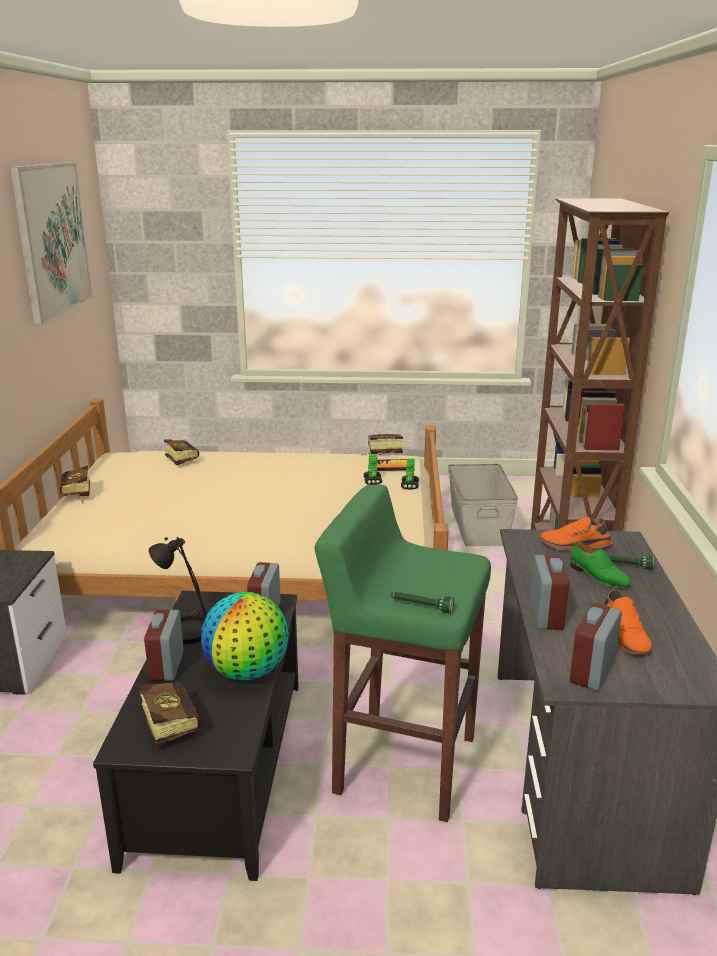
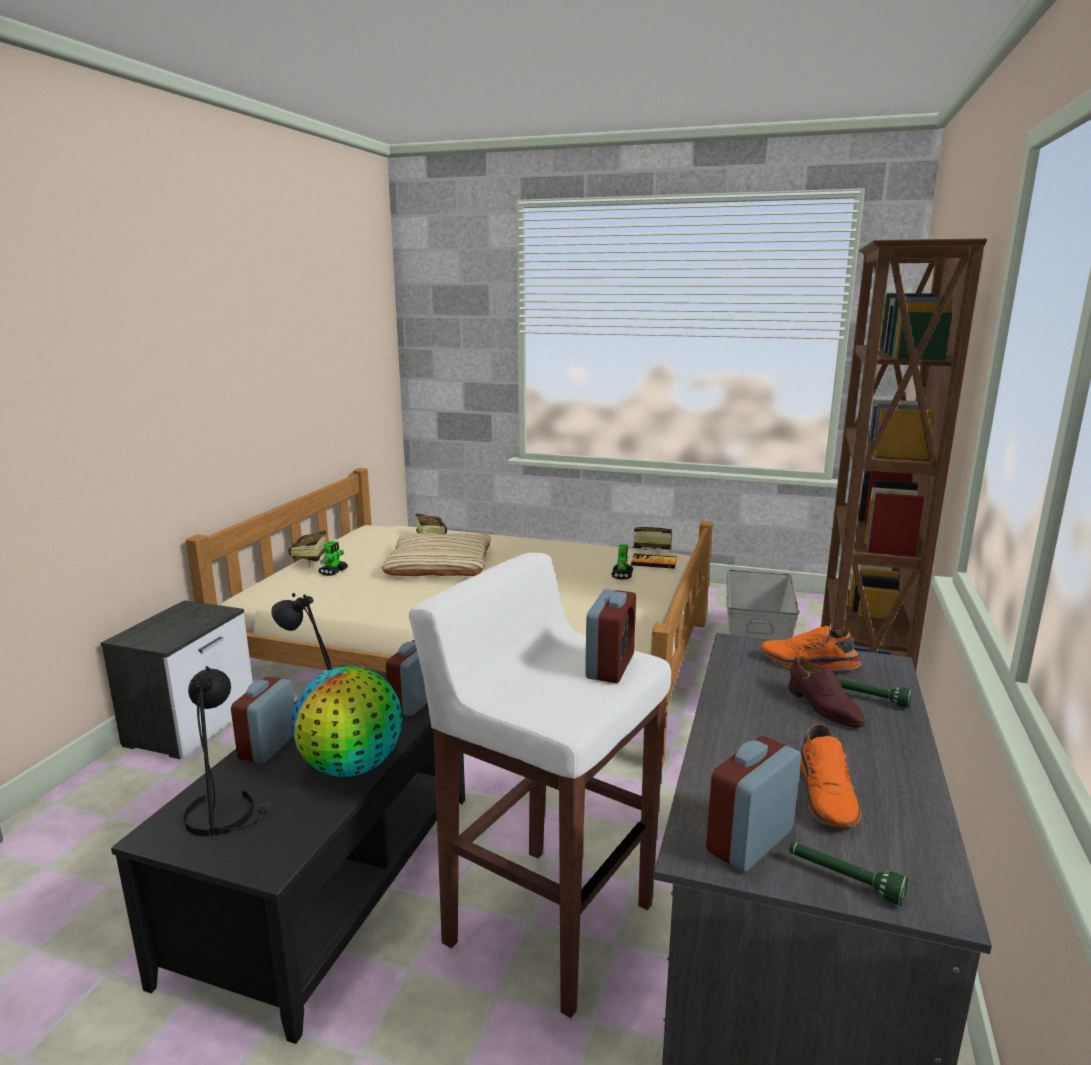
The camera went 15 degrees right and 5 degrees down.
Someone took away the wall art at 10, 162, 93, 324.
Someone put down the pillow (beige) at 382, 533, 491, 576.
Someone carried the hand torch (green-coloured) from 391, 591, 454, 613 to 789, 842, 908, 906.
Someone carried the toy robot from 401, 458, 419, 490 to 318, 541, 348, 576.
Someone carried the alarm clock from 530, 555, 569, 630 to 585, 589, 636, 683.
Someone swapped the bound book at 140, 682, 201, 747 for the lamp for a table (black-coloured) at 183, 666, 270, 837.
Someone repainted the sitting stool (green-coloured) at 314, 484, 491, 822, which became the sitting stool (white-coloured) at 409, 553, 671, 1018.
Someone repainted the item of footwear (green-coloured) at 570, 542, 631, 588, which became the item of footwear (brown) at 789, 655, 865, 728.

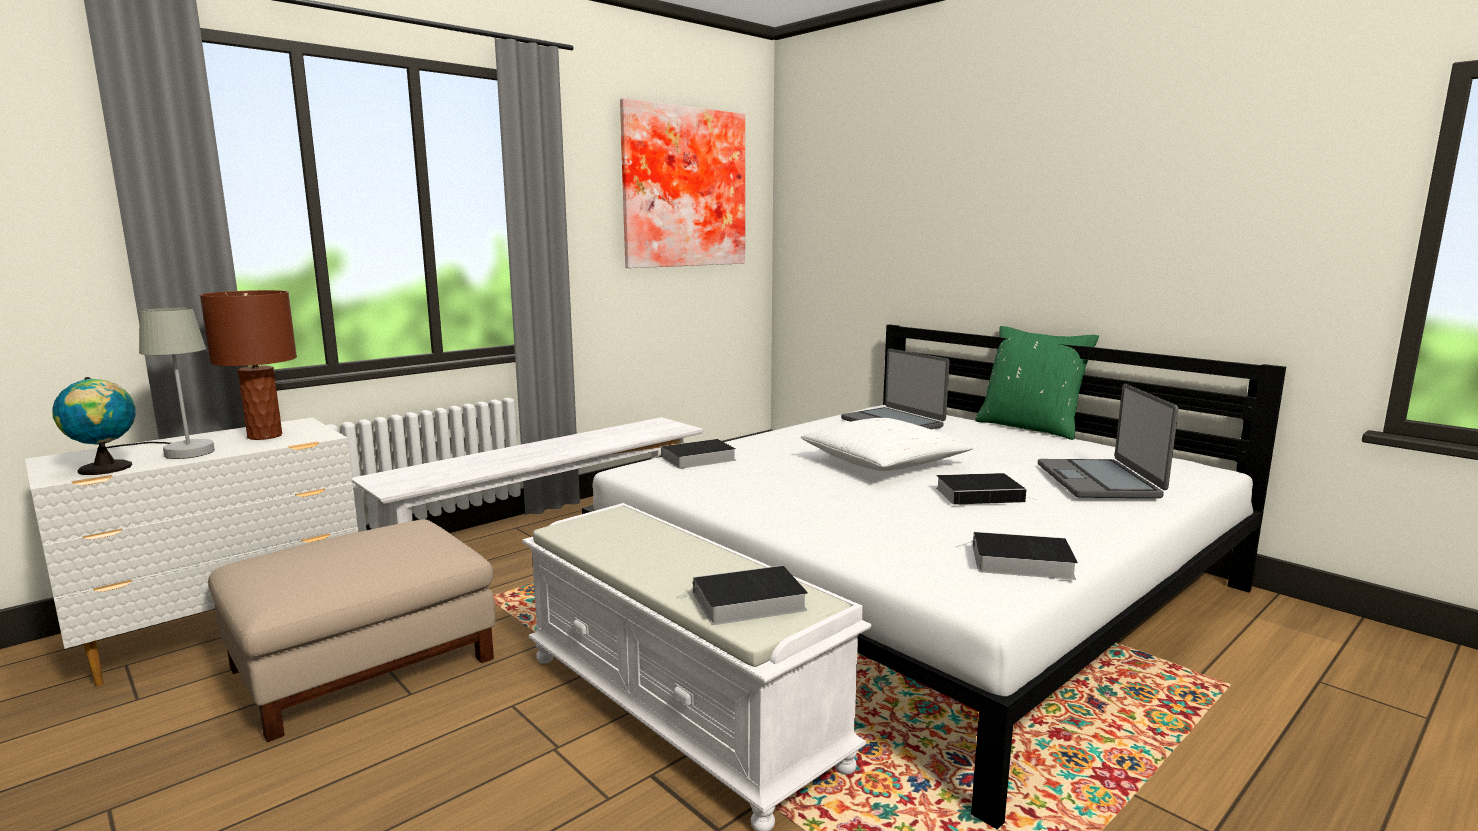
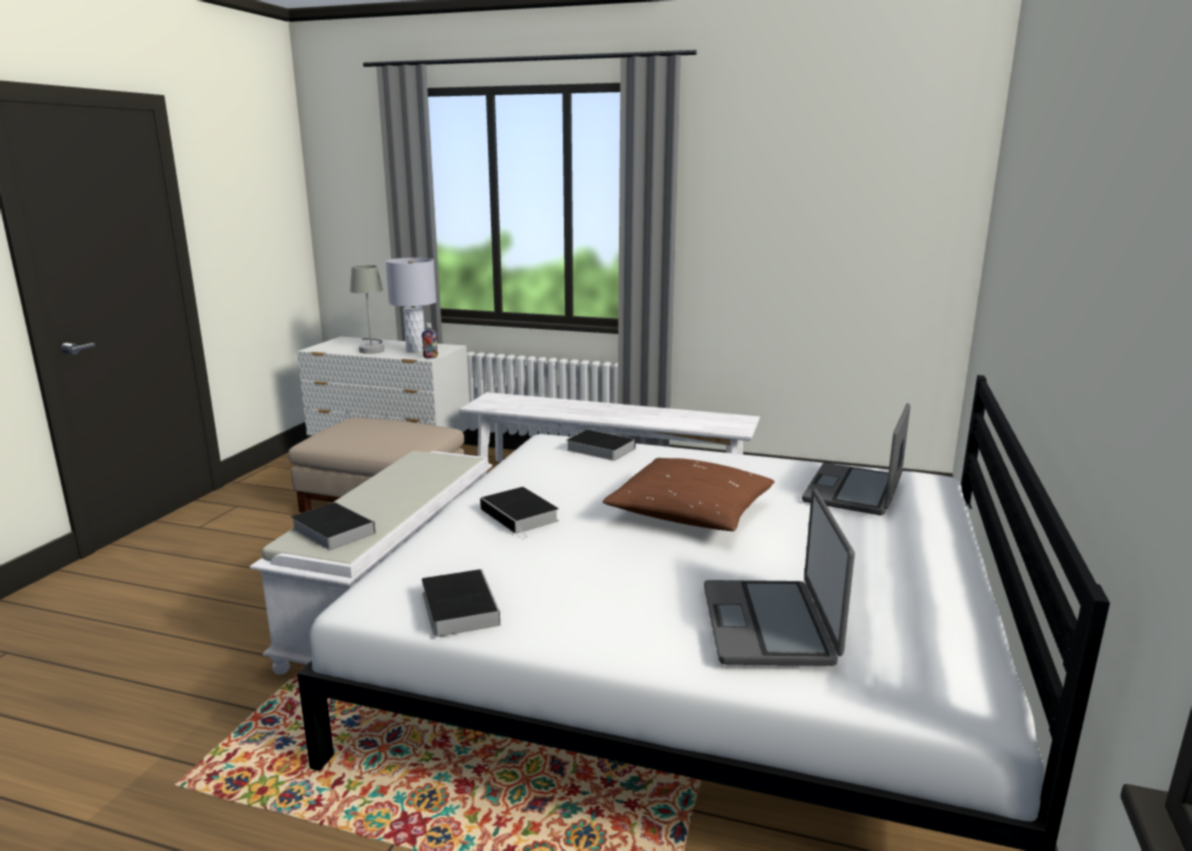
The camera went 60 degrees right and 5 degrees up.
Someone took away the world globe at 52, 377, 136, 475.
Someone took away the wall art at 620, 98, 745, 268.
Someone took away the pillow (green-coloured) at 975, 326, 1099, 440.
Someone put down the bottle at 422, 323, 438, 358.
Someone carried the bound book from 936, 473, 1035, 505 to 480, 487, 559, 538.
Someone repainted the lamp for a table (brown) at 200, 290, 297, 440, which became the lamp for a table (greyish) at 385, 258, 436, 353.
Someone repainted the pillow (white-coloured) at 801, 418, 974, 471, which became the pillow (brown) at 603, 458, 775, 531.
Someone rotated the notebook computer at 1038, 384, 1179, 498 by 60 degrees counterclockwise.

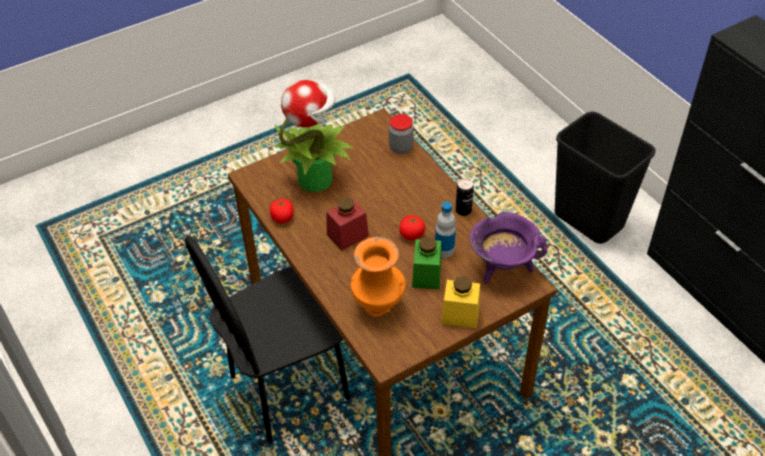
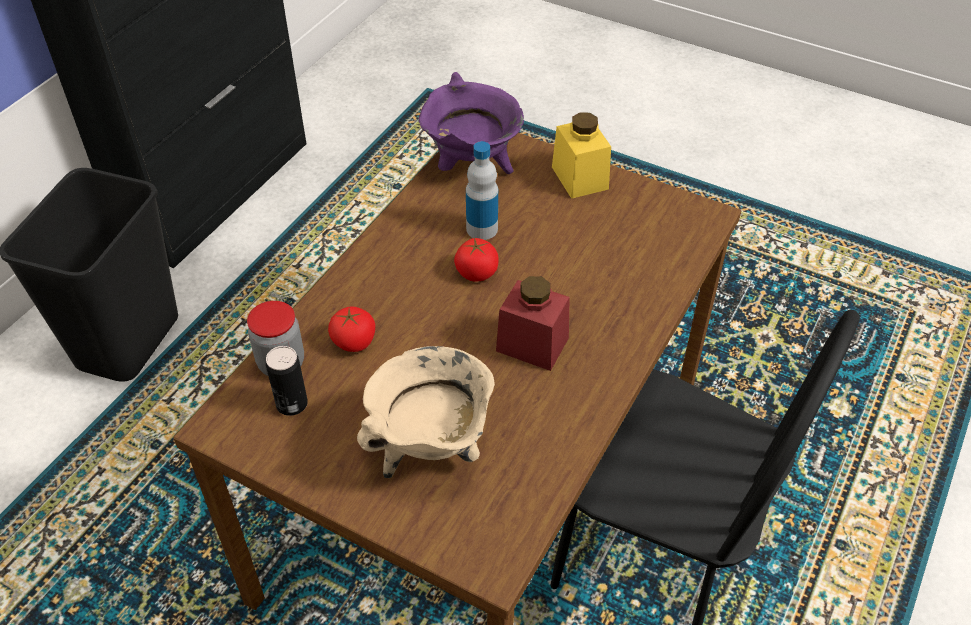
The camera went 120 degrees left and 0 degrees up.
Someone took away the decorative vase (orange-coloured) at 350, 237, 406, 317.
Someone took away the storage jar (green-coloured) at 412, 237, 441, 289.
Someone carried the whole tomato from 270, 199, 294, 223 to 328, 306, 376, 352.
Someone carried the sealed can from 455, 178, 474, 216 to 266, 346, 308, 416.
Someone swapped the plant in a pot at 274, 80, 354, 192 for the stockpot (beige) at 357, 346, 495, 478.

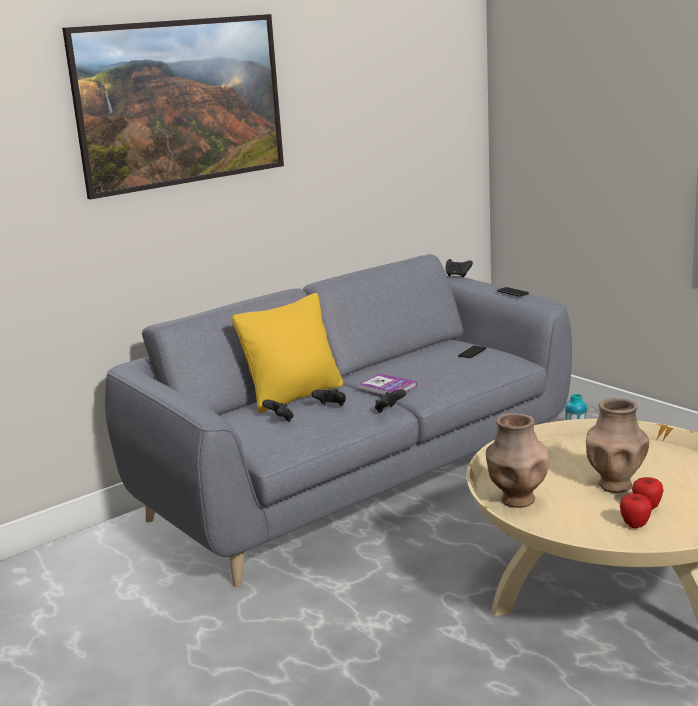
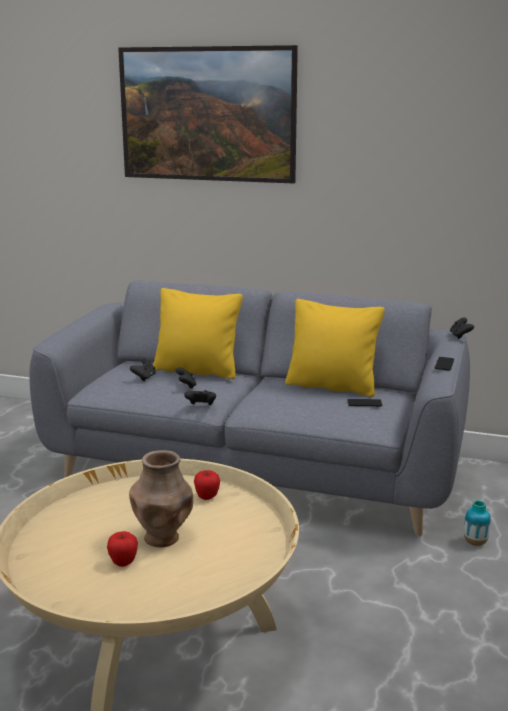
The camera went 55 degrees right and 0 degrees up.
Someone took away the bound book at 359, 374, 417, 395.
Someone took away the decorative vase (brown) at 486, 413, 549, 508.
Someone put down the pillow (yellow) at 285, 299, 384, 397.
Someone carried the apple fruit from 620, 493, 652, 528 to 194, 470, 220, 500.

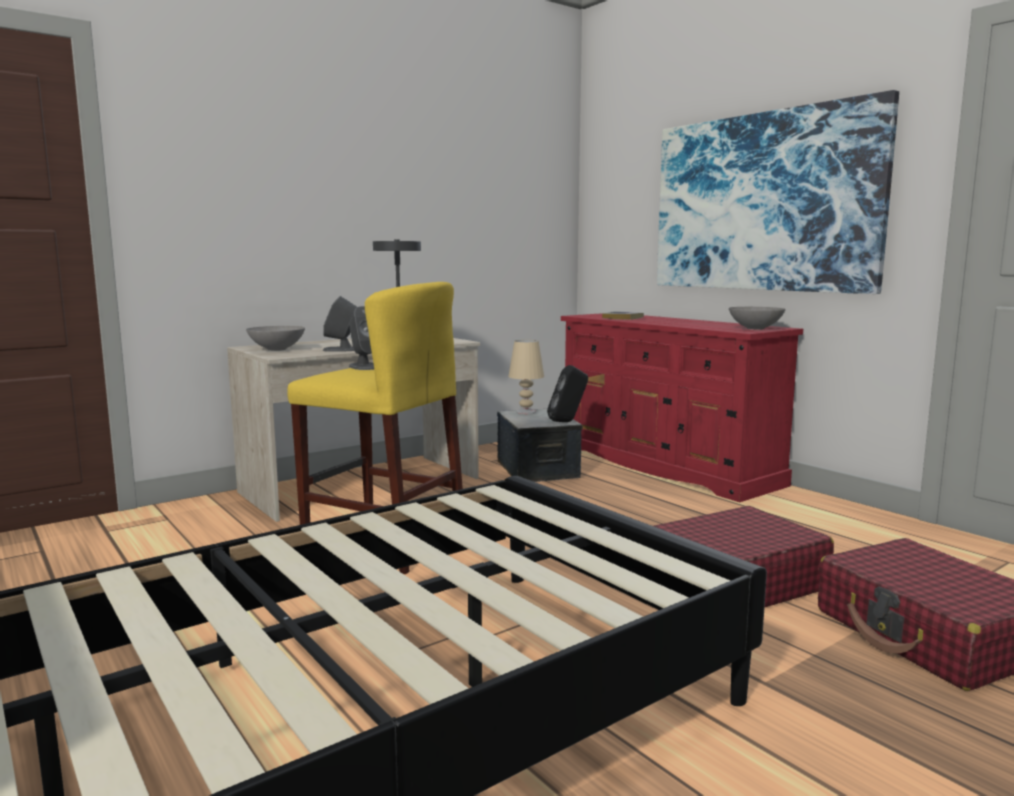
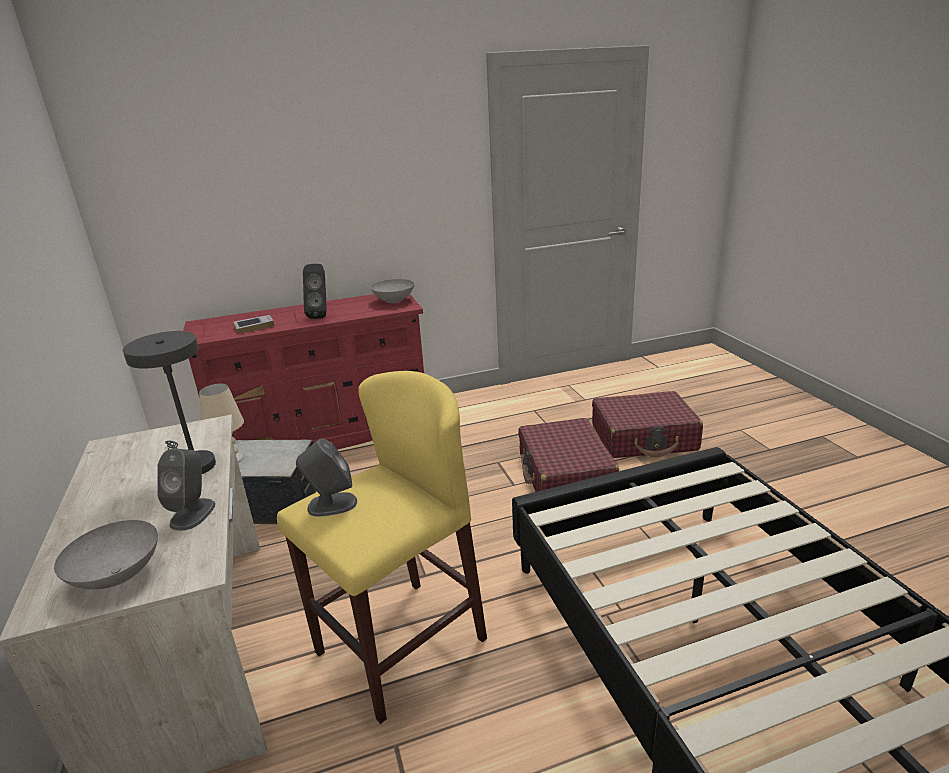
The camera went 70 degrees left and 15 degrees up.
Someone took away the wall art at 657, 90, 899, 294.
Someone carried the audio speaker (black-coloured) from 547, 365, 588, 422 to 303, 264, 327, 319.

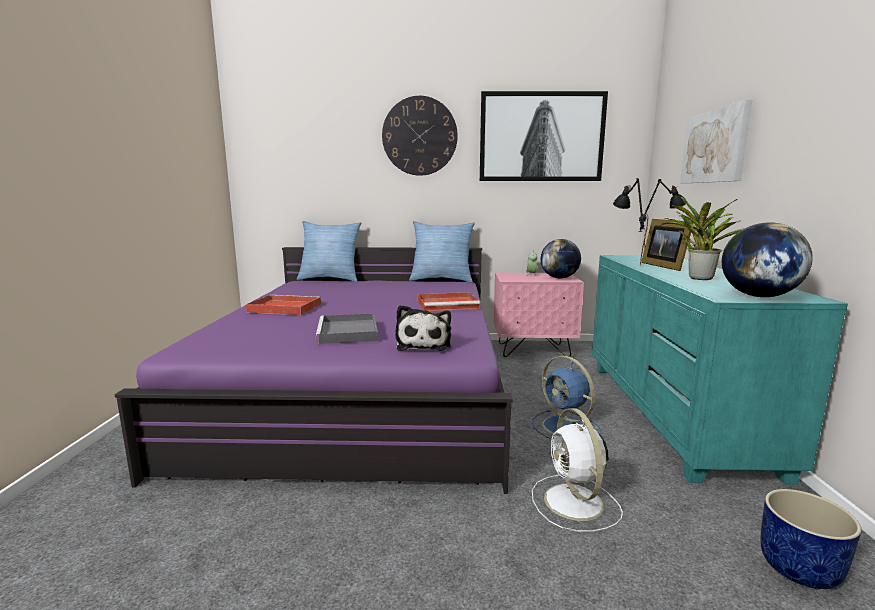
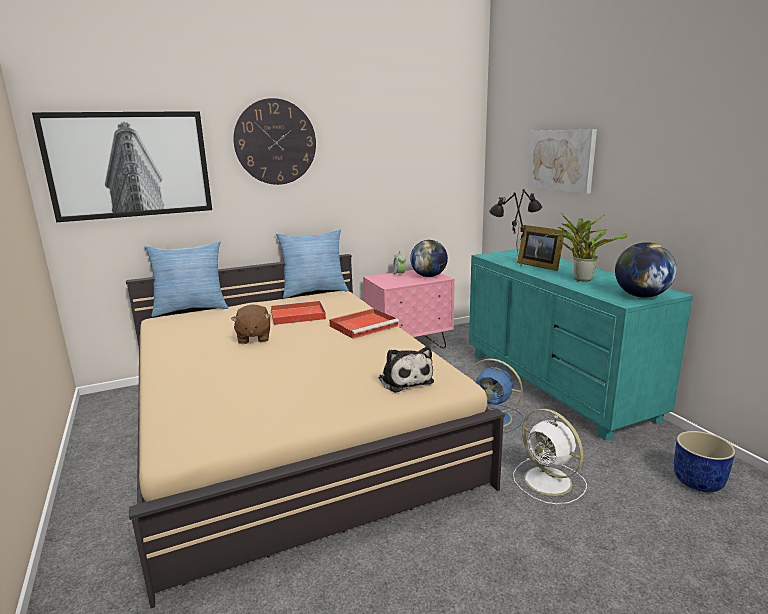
The camera went 25 degrees left and 5 degrees up.
Someone took away the tray (greyish) at 315, 313, 378, 344.
Someone put down the soft toy (brown) at 231, 304, 270, 344.
Someone carried the tray (red-coloured) from 246, 295, 321, 315 to 271, 301, 326, 325.
Someone carried the wall art from 480, 91, 608, 181 to 32, 111, 212, 222.
Someone repainted the sleeping bed (purplish) at 114, 247, 513, 494, which became the sleeping bed (beige) at 126, 254, 505, 608.

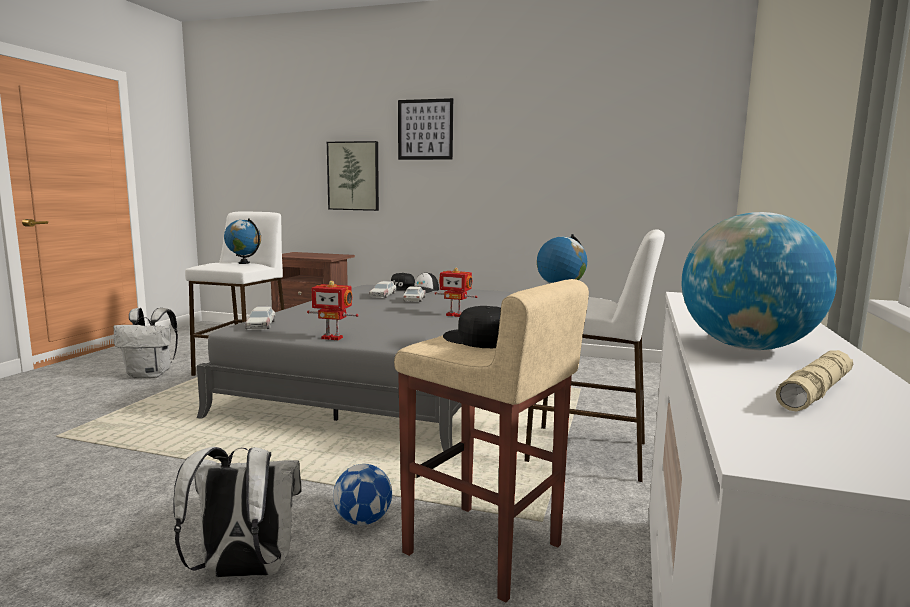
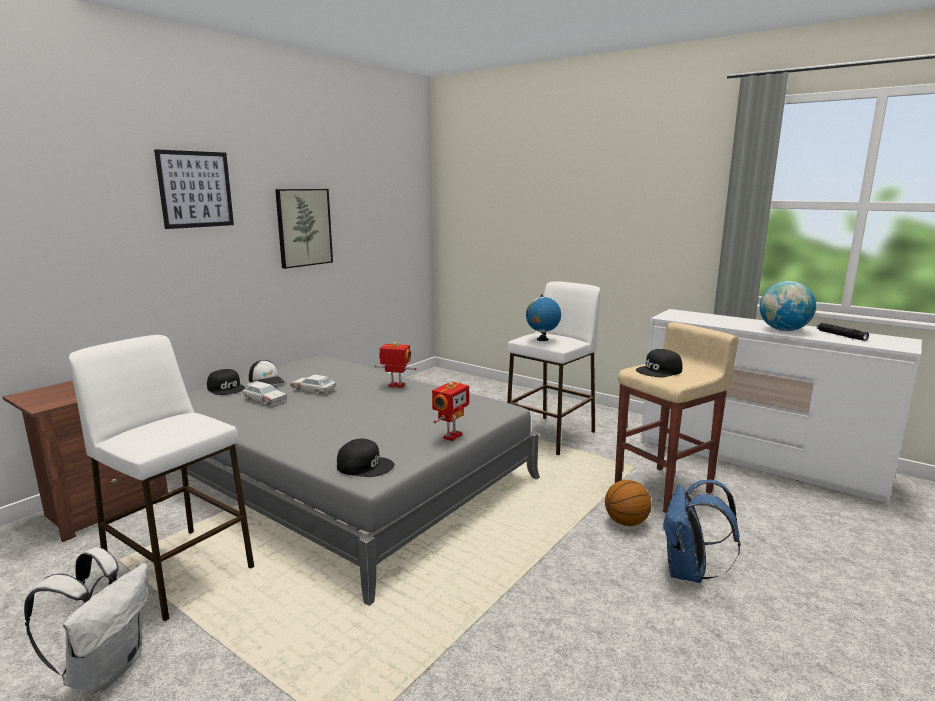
The camera went 70 degrees left and 5 degrees up.
Someone took away the world globe at 224, 218, 261, 264.
Someone carried the wall art from 327, 141, 379, 211 to 275, 189, 333, 269.
Someone swapped the toy car at 245, 306, 275, 330 for the cap (black-coloured) at 337, 439, 394, 477.
Someone swapped the football at 333, 464, 392, 525 for the basketball ball at 605, 480, 652, 526.
Someone repainted the backpack (white-coloured) at 173, 447, 302, 578, which became the backpack (blue-coloured) at 663, 479, 741, 583.
Someone repainted the hand torch (beige) at 776, 350, 853, 412, which became the hand torch (black-coloured) at 817, 323, 869, 341.
Someone rotated the toy robot at 434, 268, 478, 317 by 120 degrees counterclockwise.

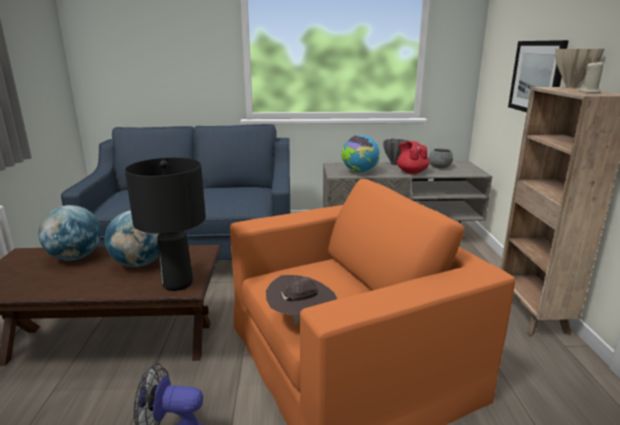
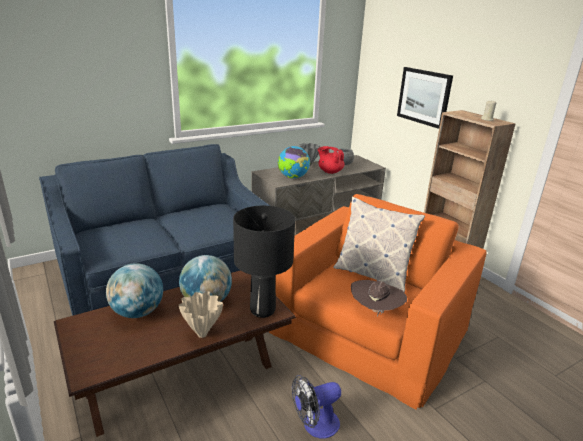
The camera went 30 degrees left and 5 degrees up.
Someone put down the pillow at 333, 196, 425, 292.
Someone carried the decorative vase (beige) from 555, 49, 604, 88 to 179, 291, 223, 338.

